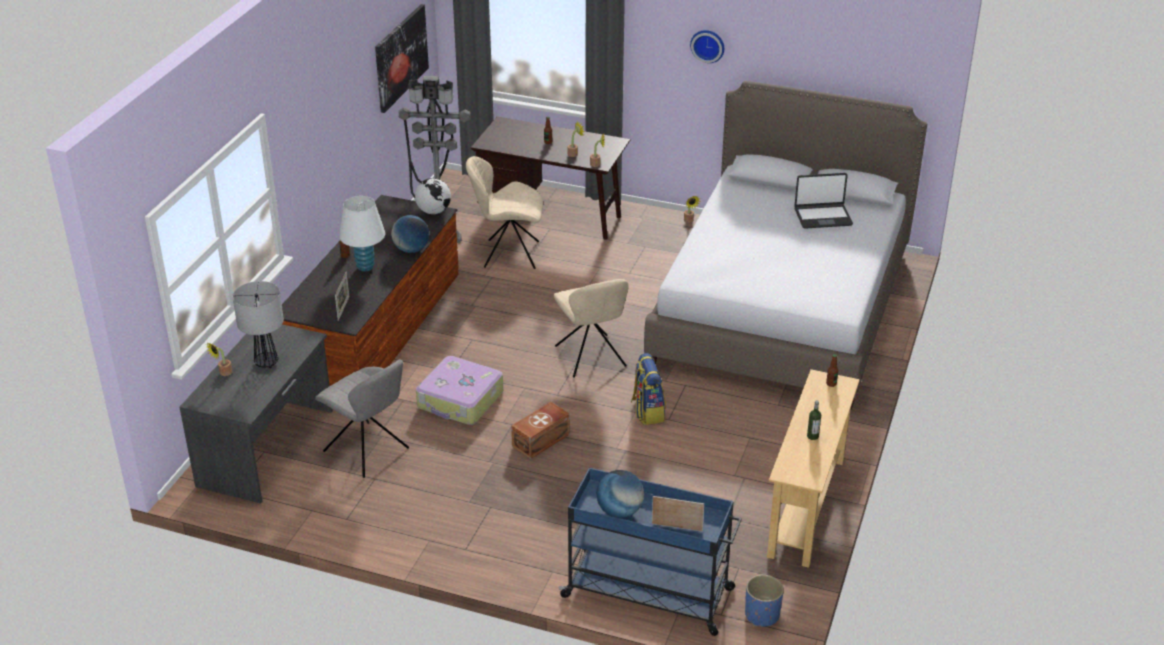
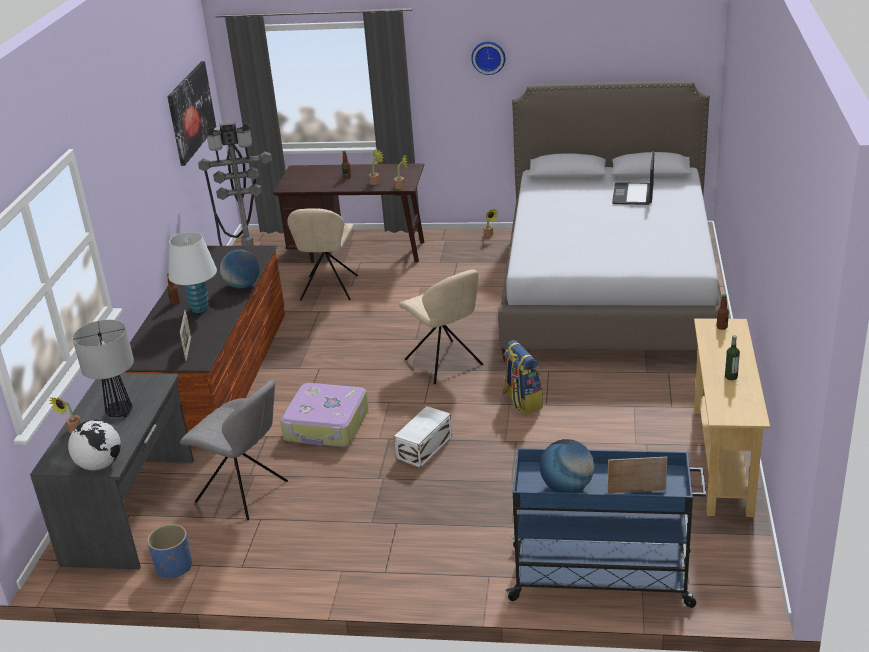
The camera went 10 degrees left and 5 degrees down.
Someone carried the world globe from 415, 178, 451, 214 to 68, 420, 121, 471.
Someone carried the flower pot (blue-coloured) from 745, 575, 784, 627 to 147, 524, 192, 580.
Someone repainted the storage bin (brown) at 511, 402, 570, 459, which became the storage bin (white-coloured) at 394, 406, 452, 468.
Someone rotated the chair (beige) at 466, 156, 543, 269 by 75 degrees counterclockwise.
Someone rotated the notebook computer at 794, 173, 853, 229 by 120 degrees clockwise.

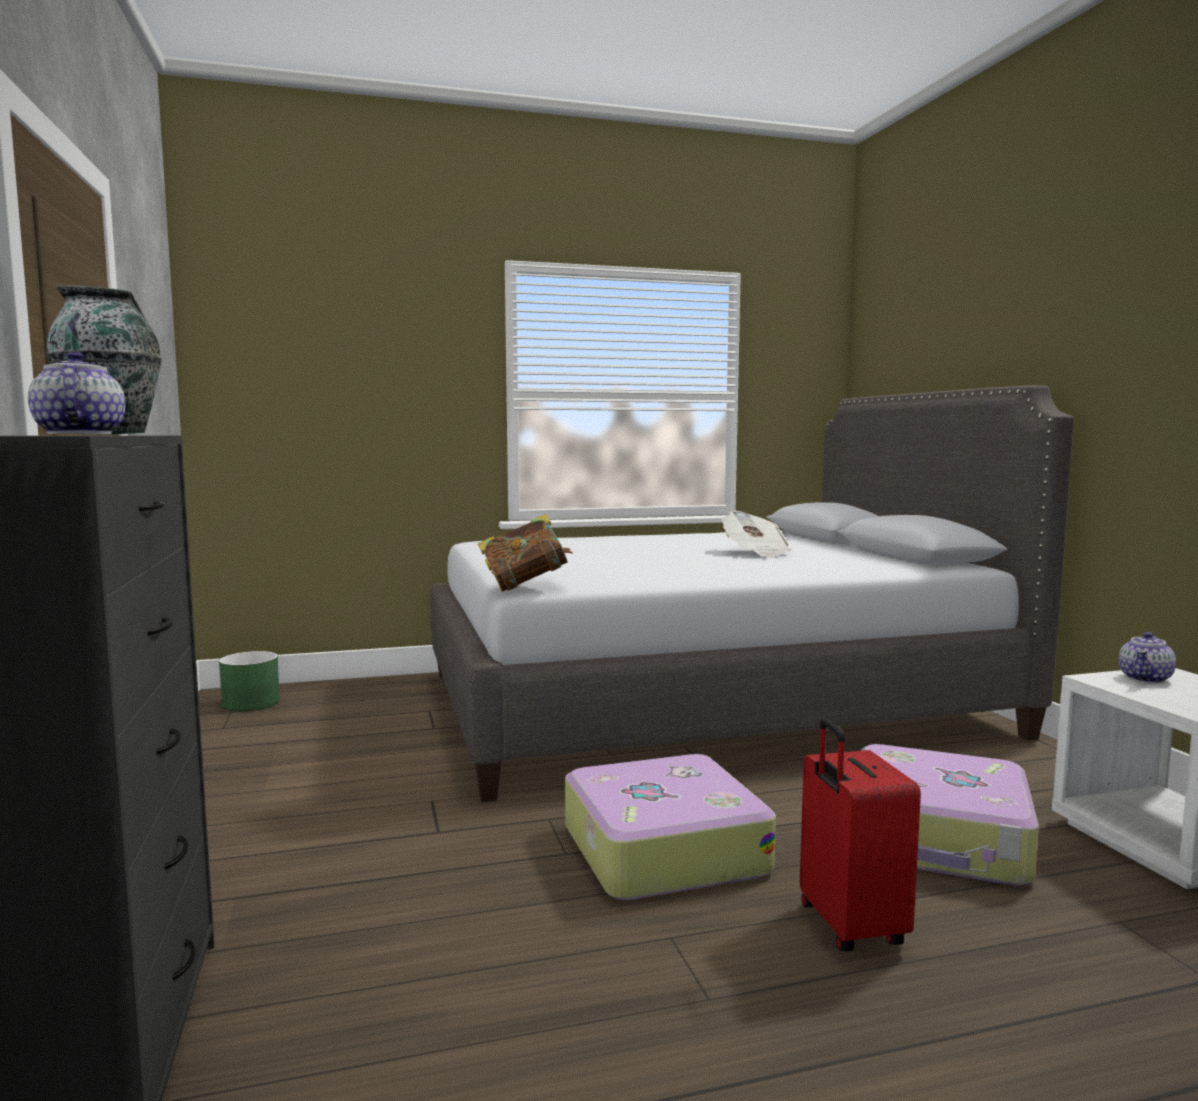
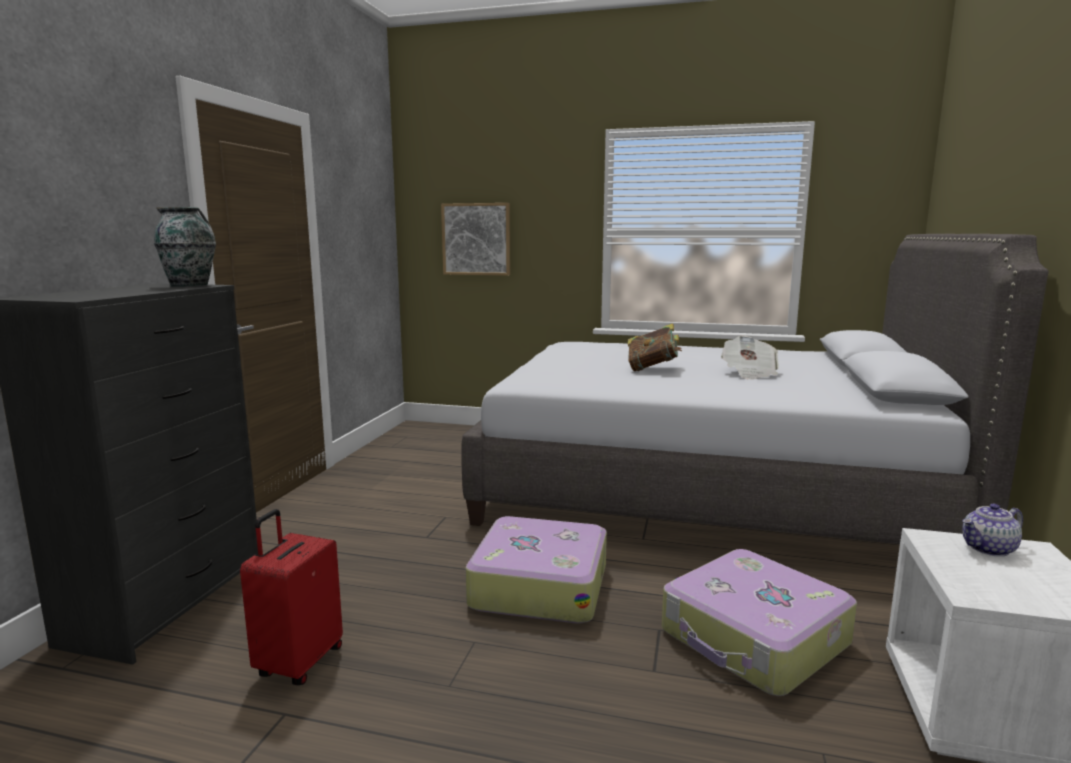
The camera went 30 degrees right and 5 degrees up.
Someone took away the pot for tea at 28, 351, 125, 435.
Someone took away the flower pot (green-coloured) at 219, 651, 280, 711.
Someone put up the wall art at 441, 203, 510, 276.
Someone carried the bound book from 478, 514, 573, 592 to 628, 323, 682, 371.
Someone carried the suitcase (red-coloured) from 800, 719, 921, 951 to 240, 509, 343, 685.

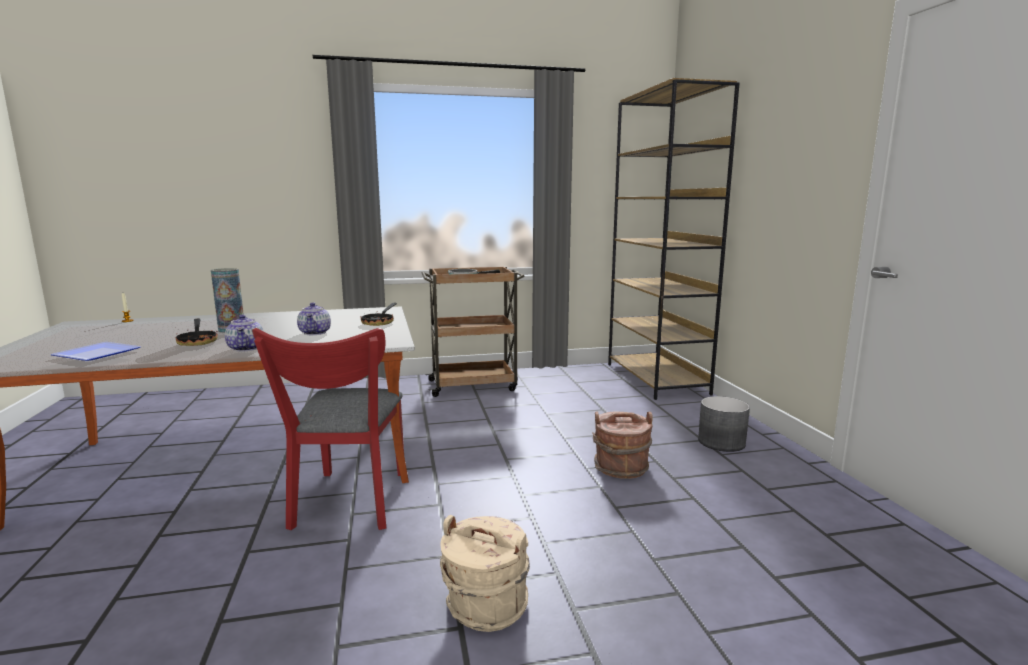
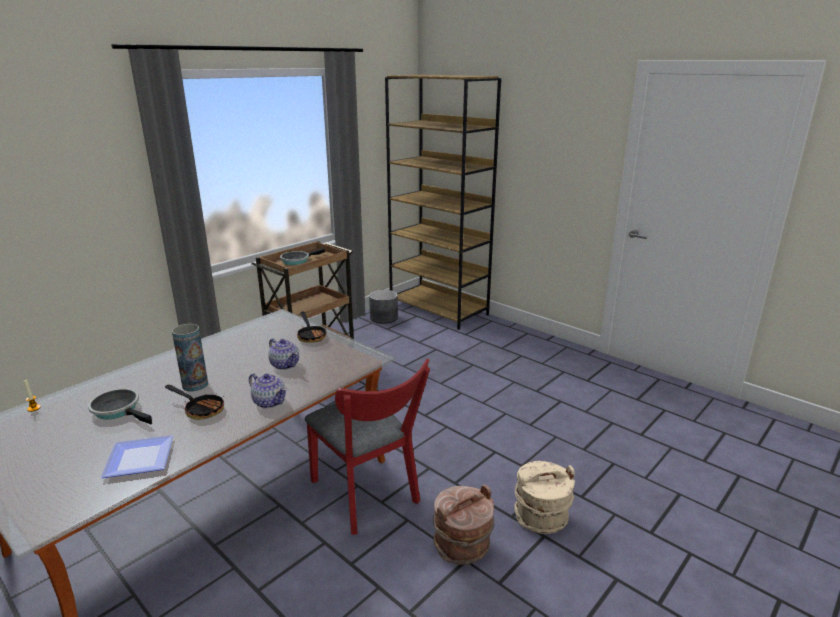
The camera went 35 degrees left and 10 degrees up.
Someone put down the skillet at 88, 388, 152, 424.
Someone carried the pail (brown) from 592, 411, 653, 479 to 433, 484, 494, 564.
Someone carried the flower pot (greyish) from 698, 396, 750, 452 to 369, 290, 398, 324.

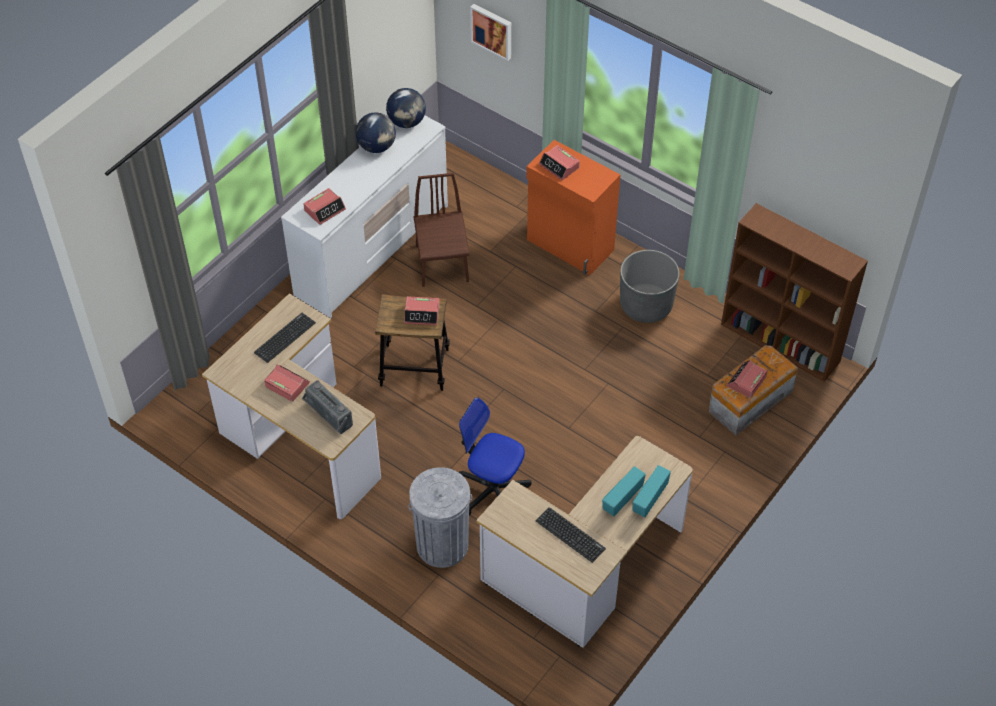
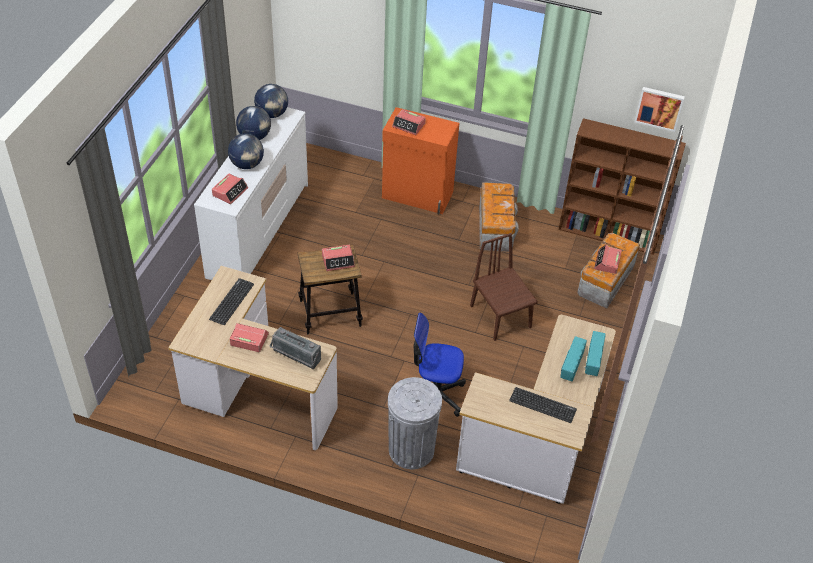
The camera went 20 degrees left and 5 degrees down.
Someone put down the world globe at 228, 133, 264, 169.
Someone carried the chair (brown) from 414, 173, 470, 287 to 470, 233, 538, 341.
Someone carried the wall art from 470, 4, 511, 61 to 635, 87, 685, 132.
Someone swapped the flower pot (greyish) at 620, 250, 679, 323 for the storage bin at 479, 182, 519, 252.

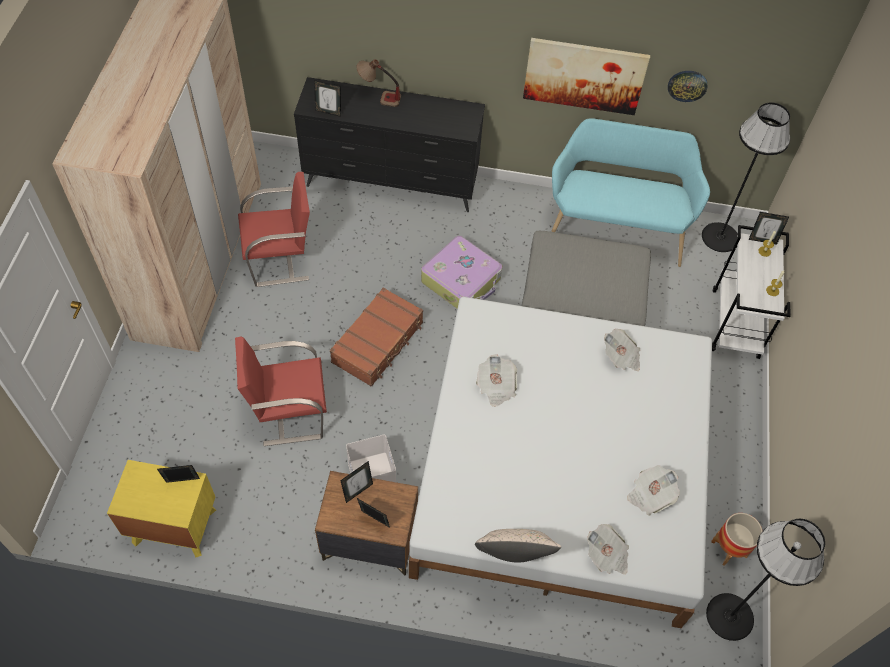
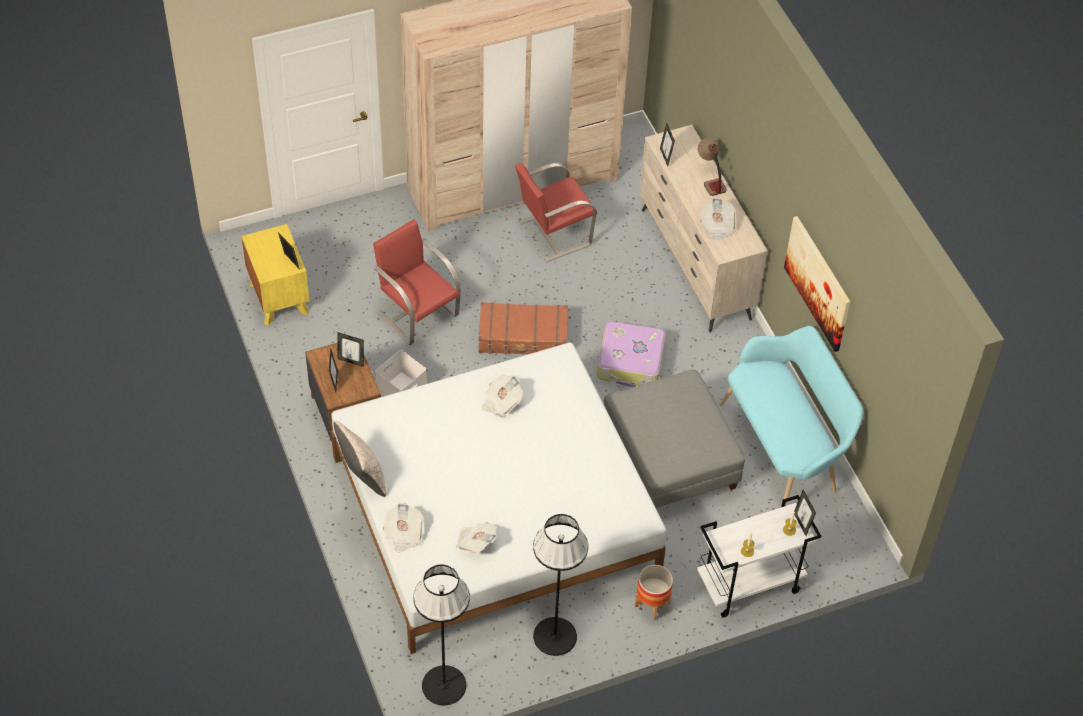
The camera went 60 degrees right and 5 degrees down.
Someone took away the hanging clock at 668, 71, 707, 102.
Someone carried the newspaper from 604, 329, 640, 371 to 700, 197, 736, 242.
Someone carried the standing lamp (black-coloured) from 702, 103, 790, 252 to 533, 514, 588, 656.
Someone carried the flower pot from 711, 513, 762, 566 to 635, 565, 673, 620.
Someone repainted the chest of drawers (black-coloured) at 294, 77, 485, 212, which became the chest of drawers (beige) at 640, 125, 768, 332.
Someone rotated the chair (red-coloured) at 238, 172, 310, 287 by 105 degrees clockwise.

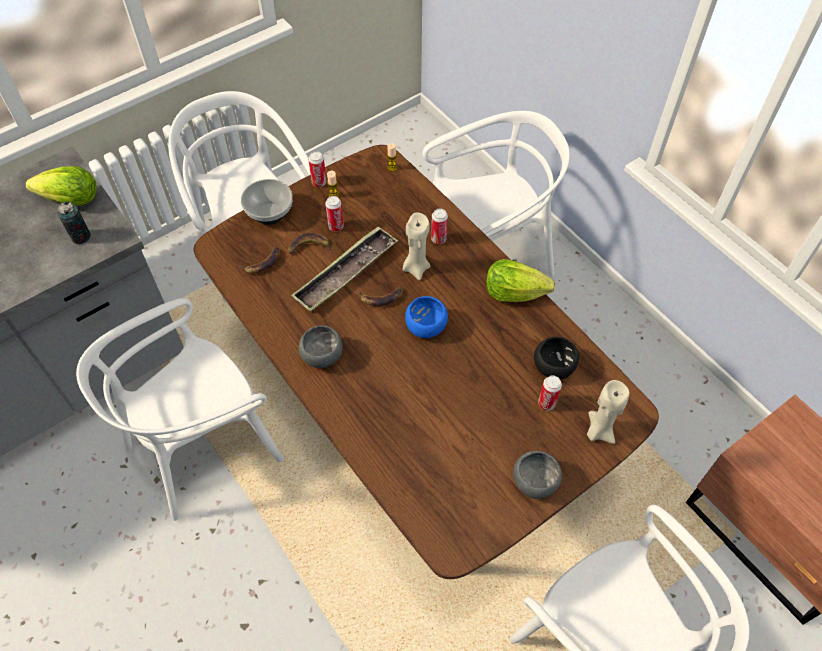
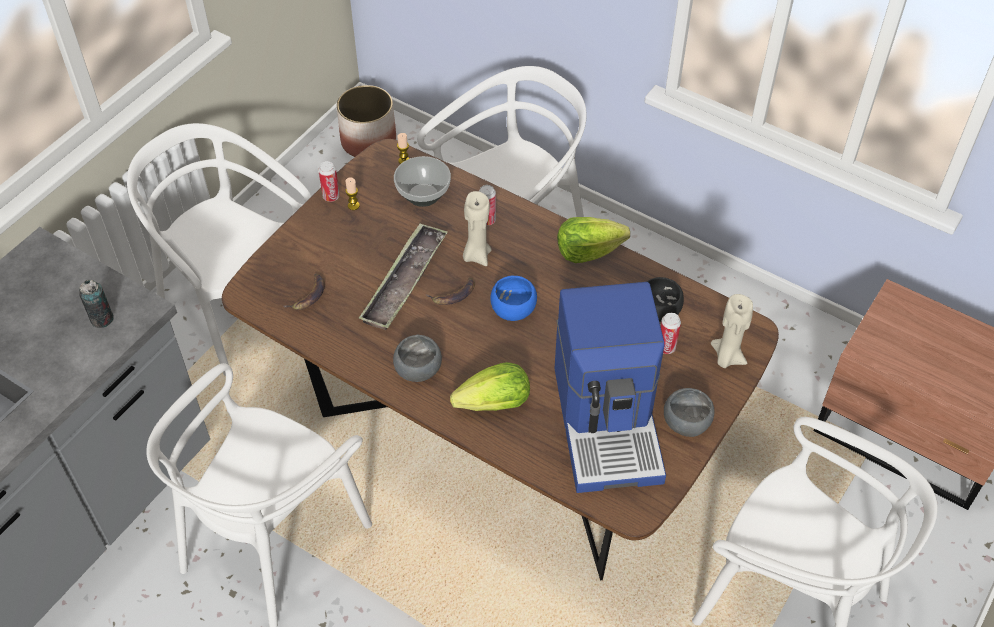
The camera went 20 degrees left and 5 degrees down.
Someone took away the whole banana at 288, 233, 332, 254.
Someone took away the sealed can at 325, 196, 344, 232.
Someone put down the flower pot at 336, 85, 396, 157.
Someone put down the coffee maker at 554, 282, 666, 493.
Someone carried the head of lettuce from 26, 166, 96, 206 to 450, 362, 530, 411.
Someone carried the deep dish from 241, 179, 293, 225 to 394, 156, 451, 207.

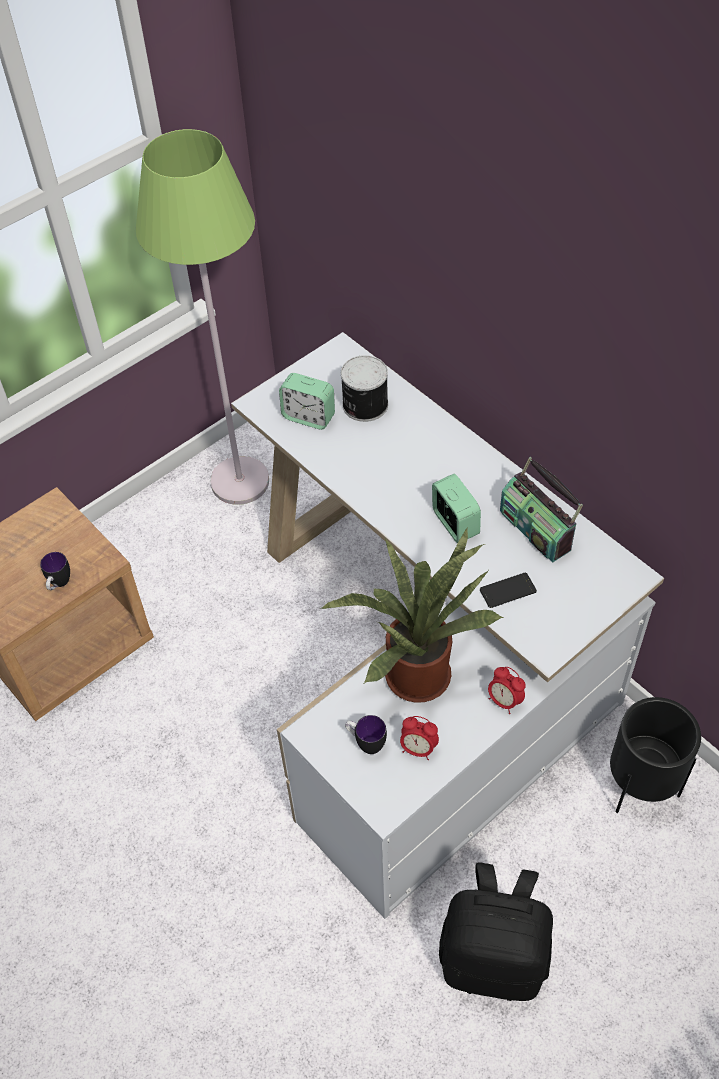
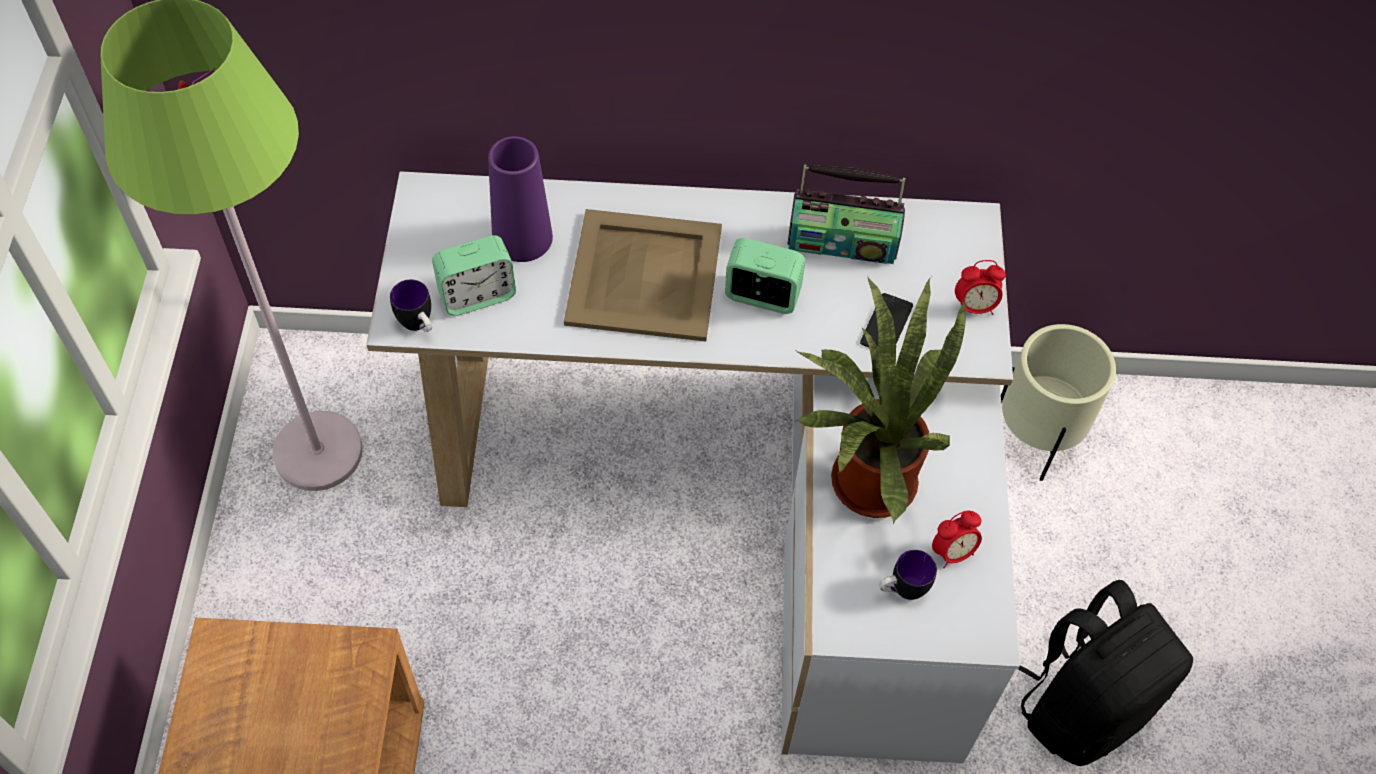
The camera went 50 degrees left and 5 degrees up.
Someone put down the tray (beige) at 564, 209, 722, 342.
Someone carried the tea mug from 40, 552, 70, 590 to 390, 279, 432, 332.
Someone carried the alarm clock from 488, 667, 526, 714 to 955, 260, 1006, 315.
Someone swapped the sealed can at 341, 355, 388, 422 for the decorative vase (purplish) at 488, 136, 553, 262.
Someone repainted the flower pot (black-coloured) at 610, 697, 701, 813, which became the flower pot (beige) at 1001, 324, 1116, 481.

